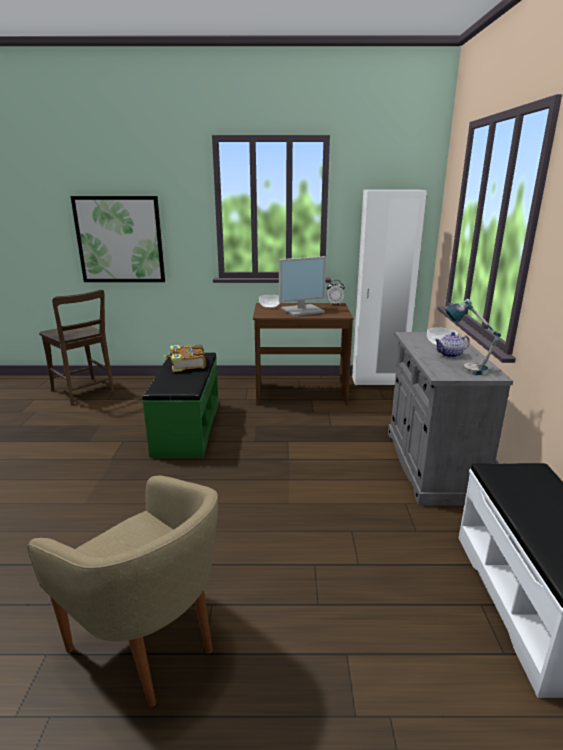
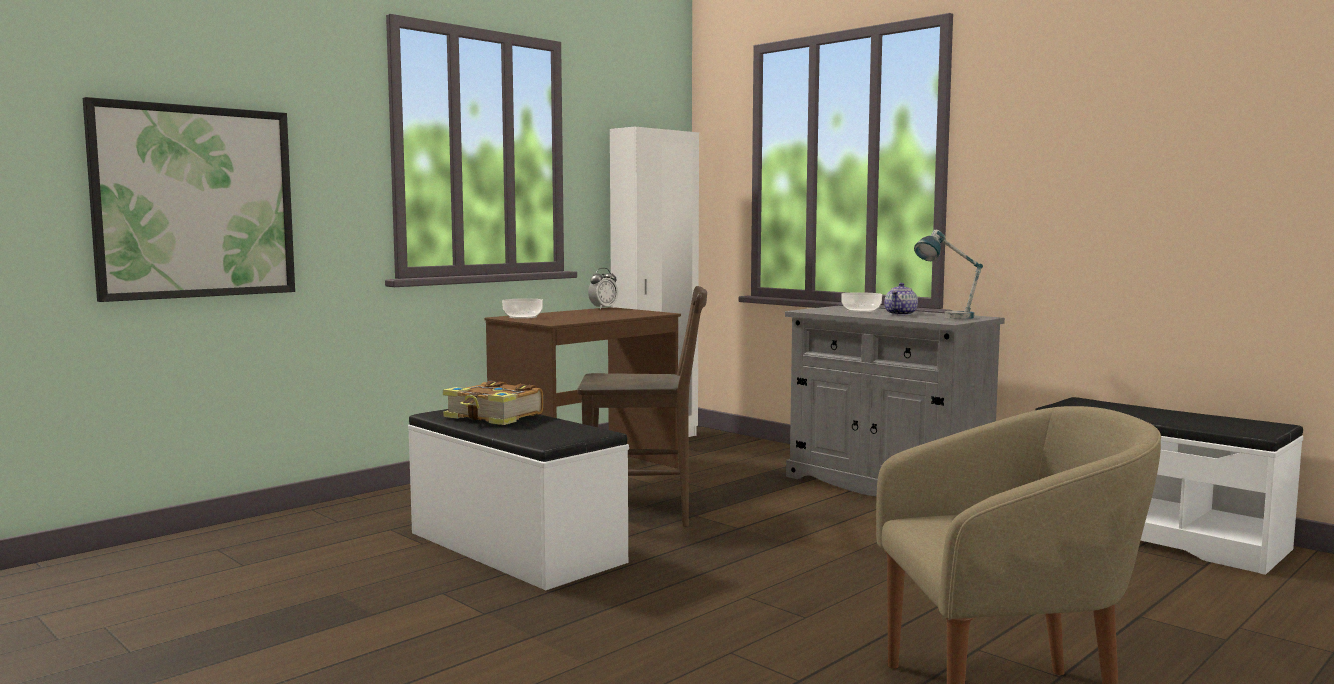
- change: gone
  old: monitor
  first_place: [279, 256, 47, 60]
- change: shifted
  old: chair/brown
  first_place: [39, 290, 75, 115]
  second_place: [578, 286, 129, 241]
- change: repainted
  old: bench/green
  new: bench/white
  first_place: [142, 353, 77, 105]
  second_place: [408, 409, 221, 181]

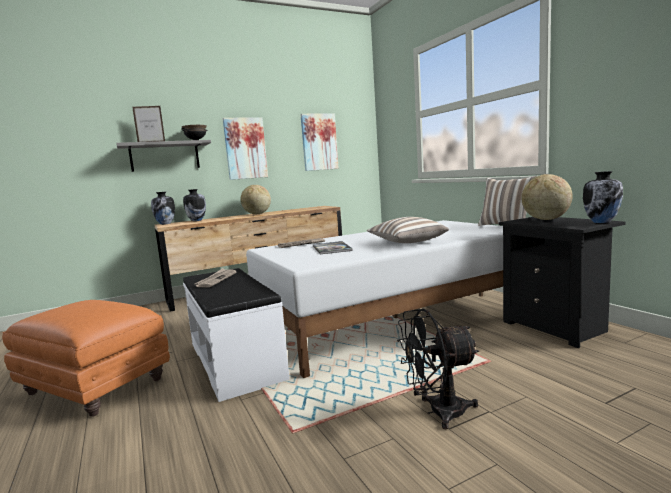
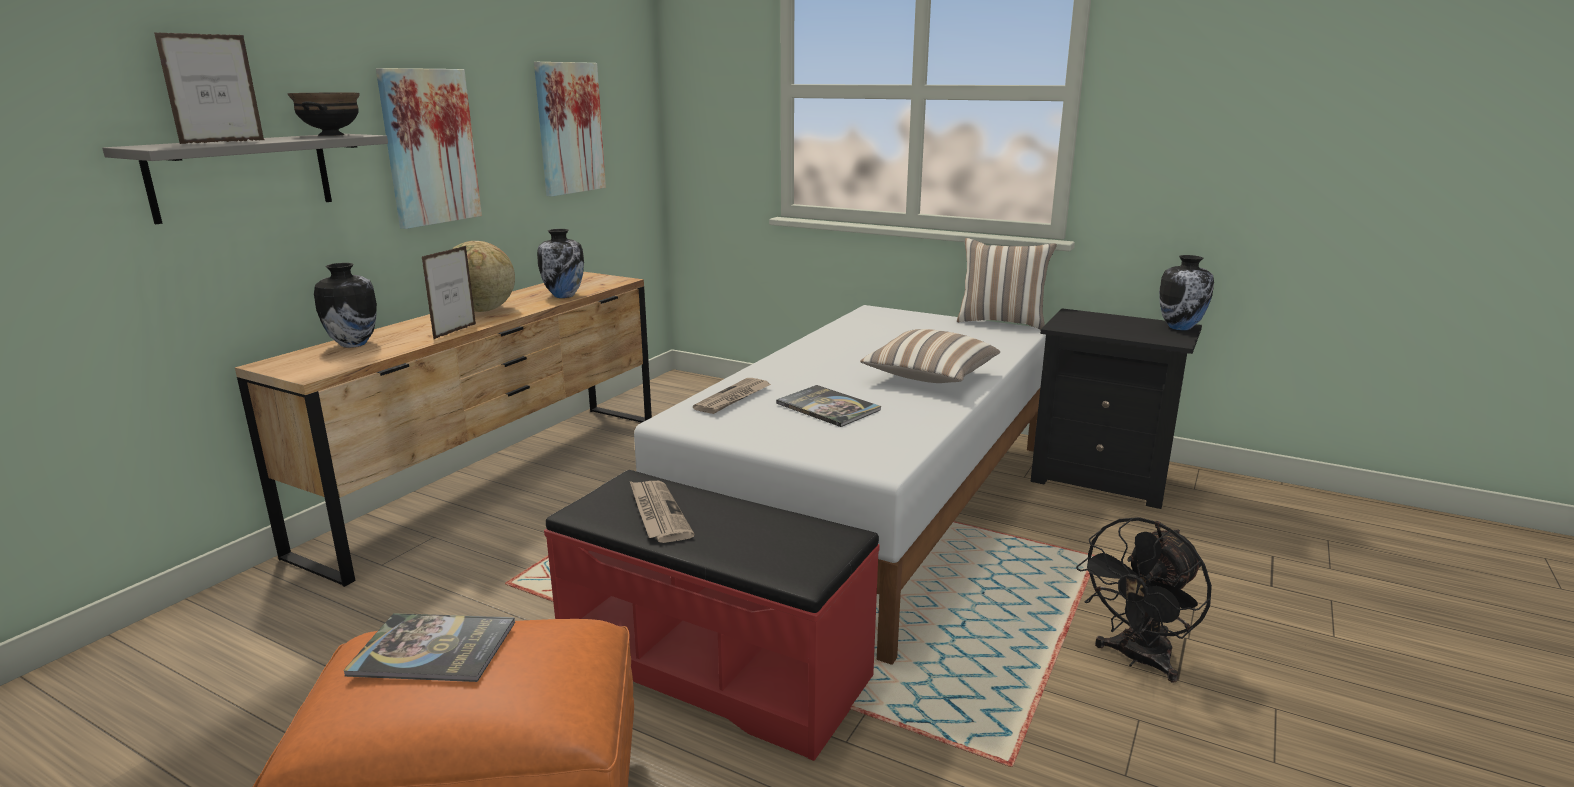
- change: gone
  old: globe
  first_place: [521, 174, 52, 46]
- change: shifted
  old: vase
  first_place: [151, 192, 24, 33]
  second_place: [537, 229, 47, 69]
- change: repainted
  old: bench/white
  new: bench/red
  first_place: [183, 268, 107, 134]
  second_place: [544, 470, 336, 291]
- change: new
  new: picture frame
  second_place: [422, 246, 54, 93]
- change: new
  new: book
  second_place: [343, 613, 172, 69]

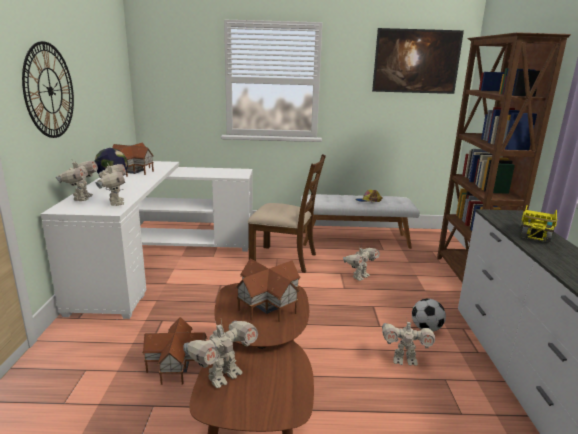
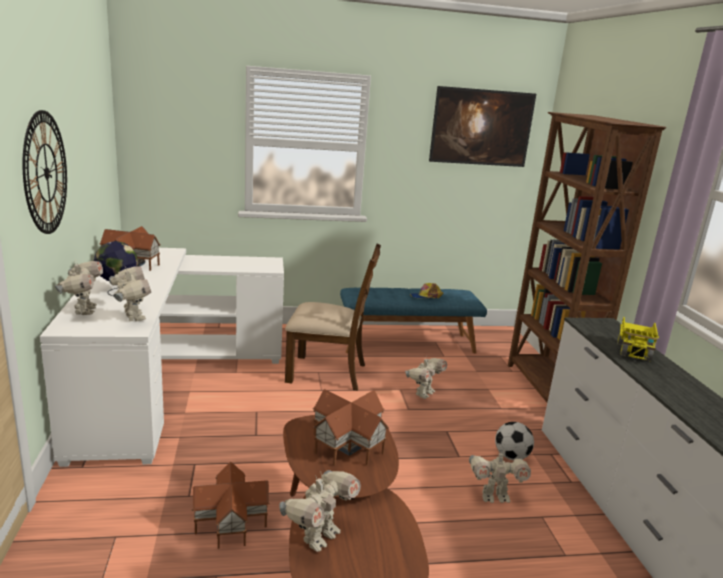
- change: repainted
  old: bench/white
  new: bench/blue
  first_place: [301, 194, 119, 55]
  second_place: [340, 287, 147, 67]

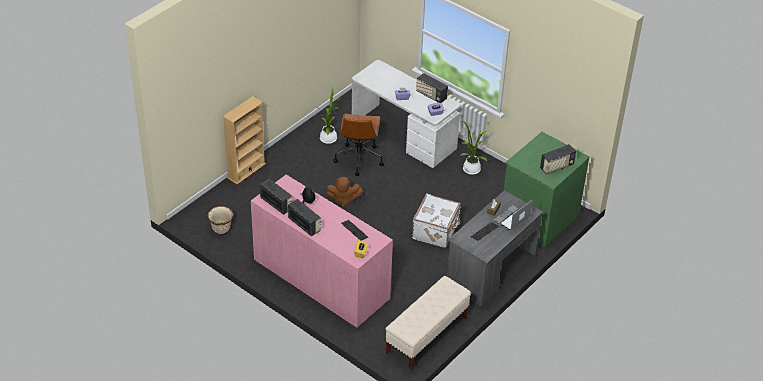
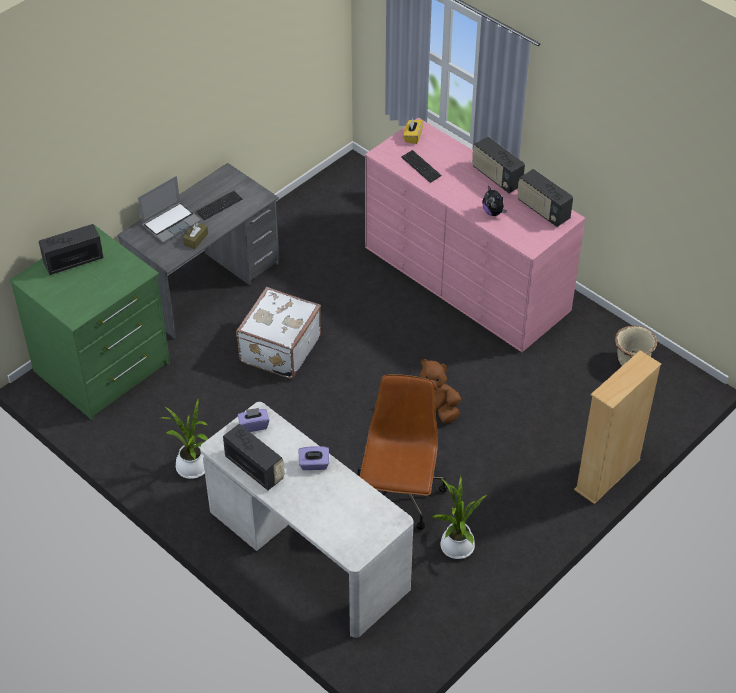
- change: gone
  old: bench/beige
  first_place: [385, 276, 86, 94]

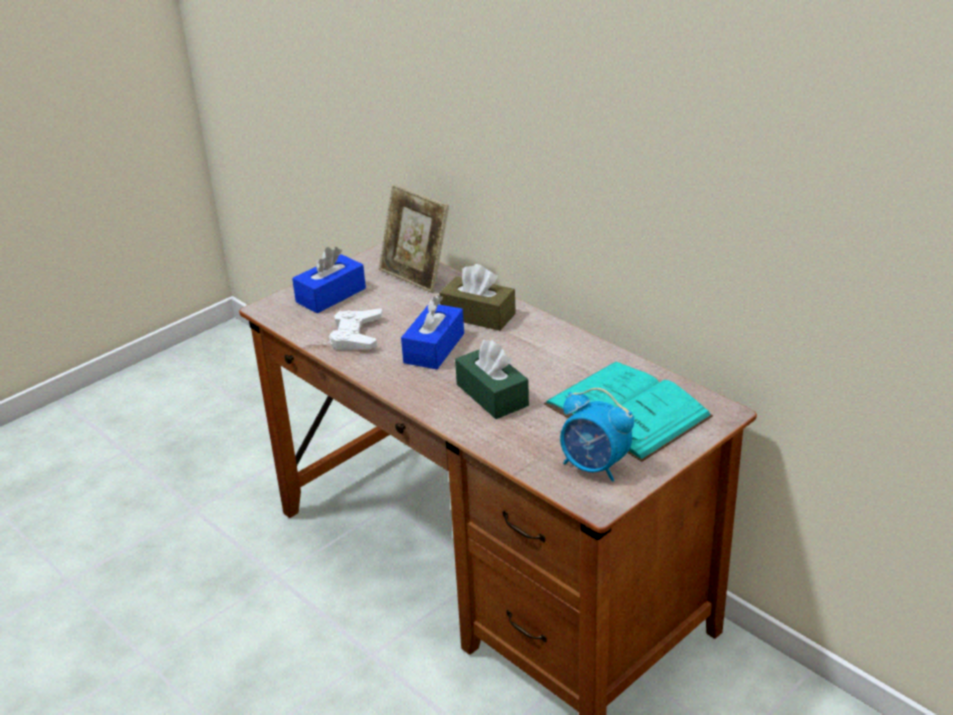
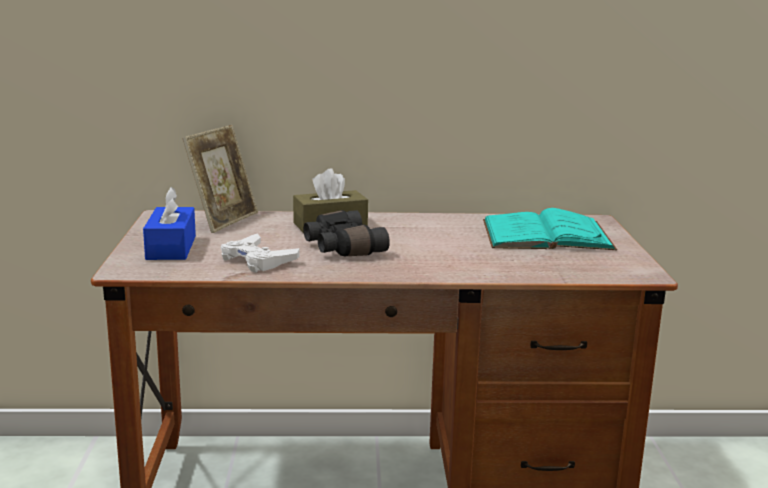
- change: rotated
  old: picture frame
  first_place: [379, 184, 70, 109]
  second_place: [182, 125, 76, 108]
  degrees: -60
- change: swapped
  old: tissue box/blue
  new: binoculars/black
  first_place: [401, 295, 63, 74]
  second_place: [303, 210, 87, 46]
- change: gone
  old: tissue box/green
  first_place: [455, 340, 74, 79]
- change: gone
  old: alarm clock
  first_place: [560, 388, 74, 93]

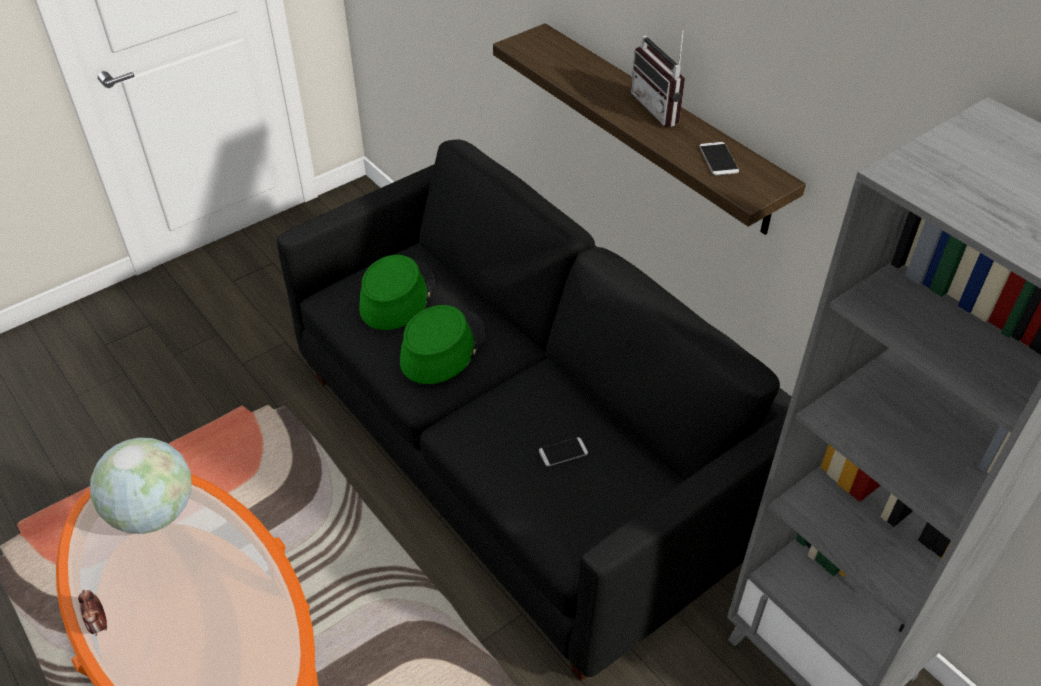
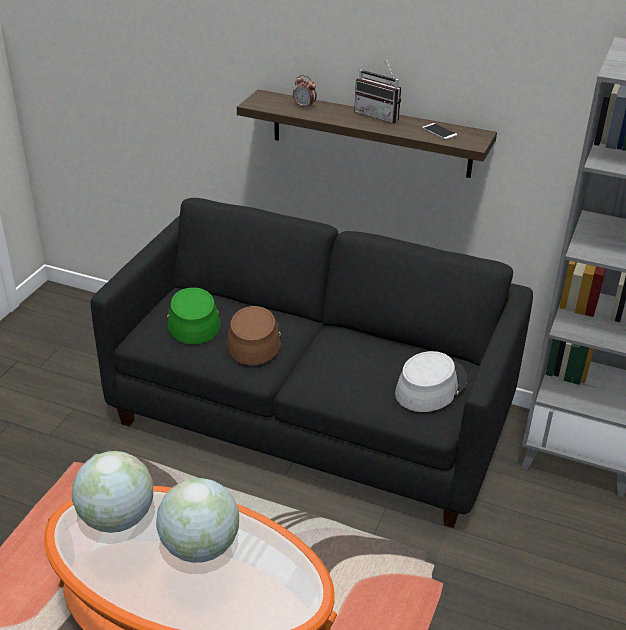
- change: repainted
  old: hat/green
  new: hat/brown
  first_place: [400, 305, 85, 79]
  second_place: [226, 306, 55, 59]
- change: gone
  old: phone
  first_place: [539, 437, 49, 29]
- change: shifted
  old: alarm clock
  first_place: [78, 590, 29, 46]
  second_place: [293, 75, 24, 35]
- change: new
  new: hat/grey
  second_place: [395, 351, 72, 61]
- change: new
  new: globe
  second_place: [156, 478, 83, 85]

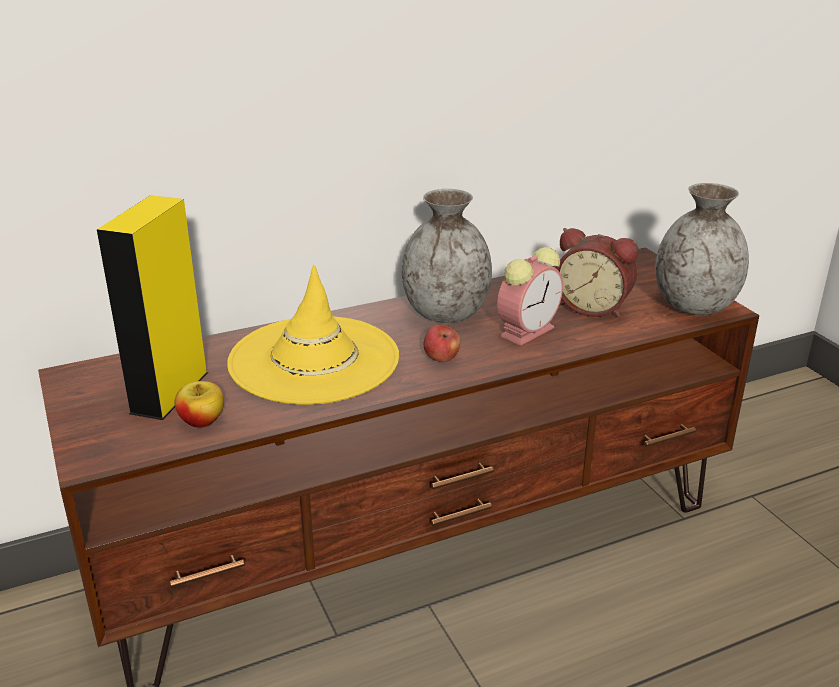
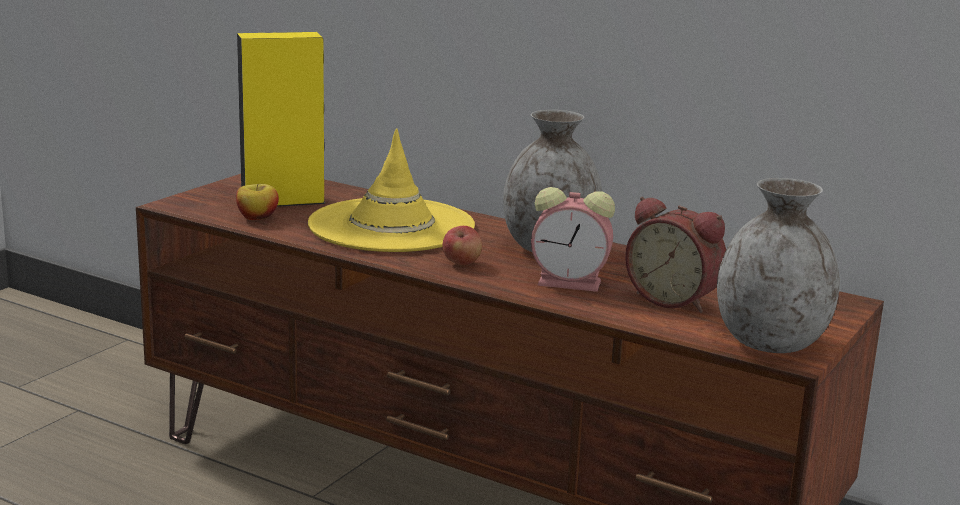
- change: rotated
  old: alarm clock
  first_place: [556, 228, 82, 90]
  second_place: [625, 197, 101, 116]
  degrees: -45

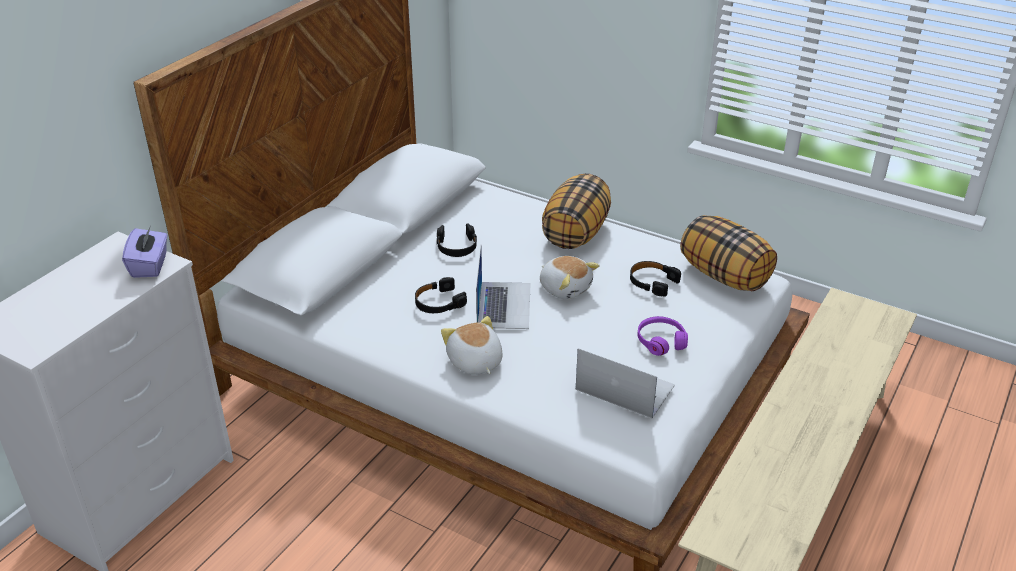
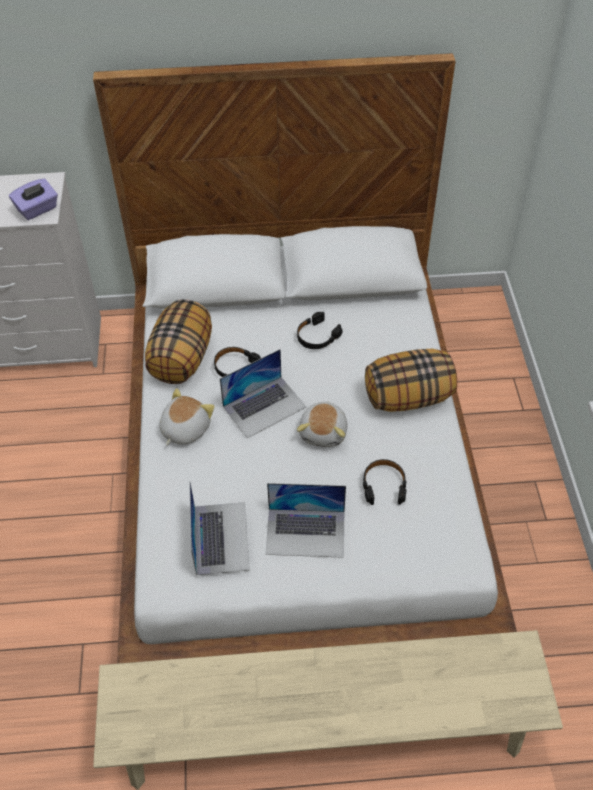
- change: shifted
  old: pillow
  first_place: [680, 215, 97, 76]
  second_place: [145, 299, 67, 85]
- change: swapped
  old: headphones/purple
  new: laptop
  first_place: [637, 316, 51, 40]
  second_place: [265, 483, 81, 75]

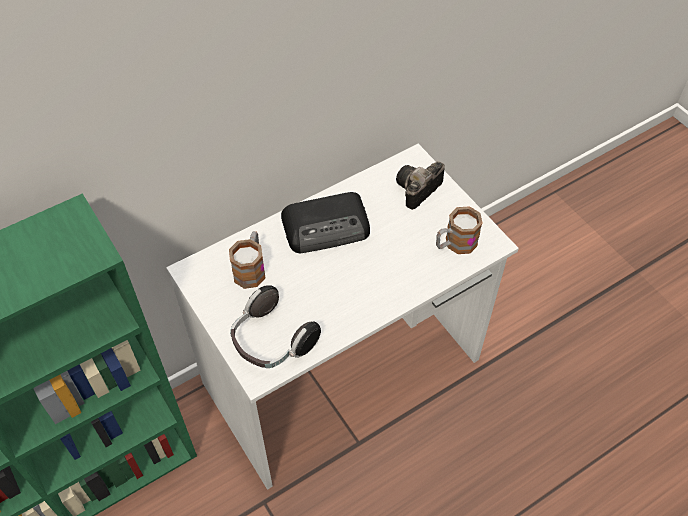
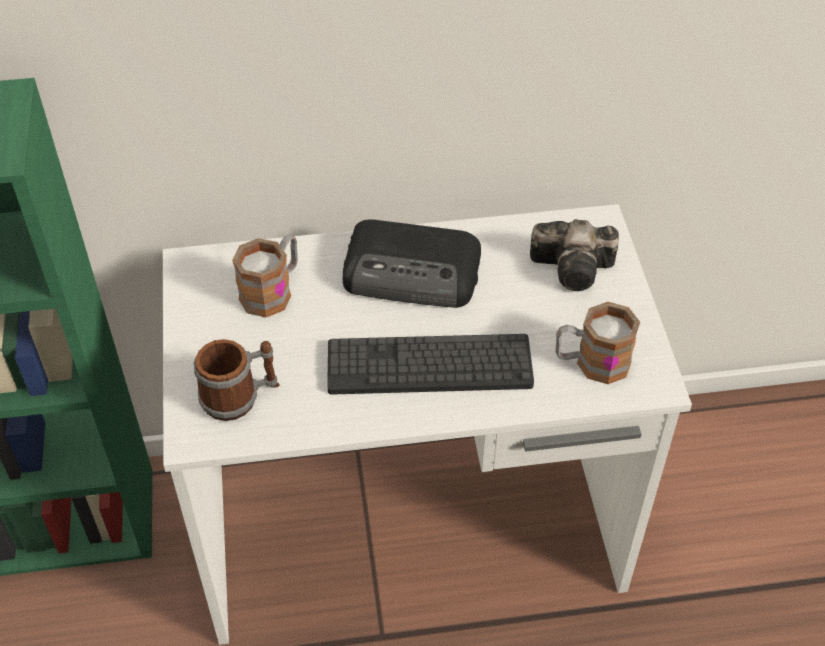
- change: rotated
  old: photo camera
  first_place: [396, 161, 49, 49]
  second_place: [530, 219, 89, 72]
  degrees: -150
- change: swapped
  old: headphones
  new: mug
  first_place: [230, 285, 91, 83]
  second_place: [194, 339, 86, 82]
- change: new
  new: keyboard
  second_place: [327, 334, 207, 61]

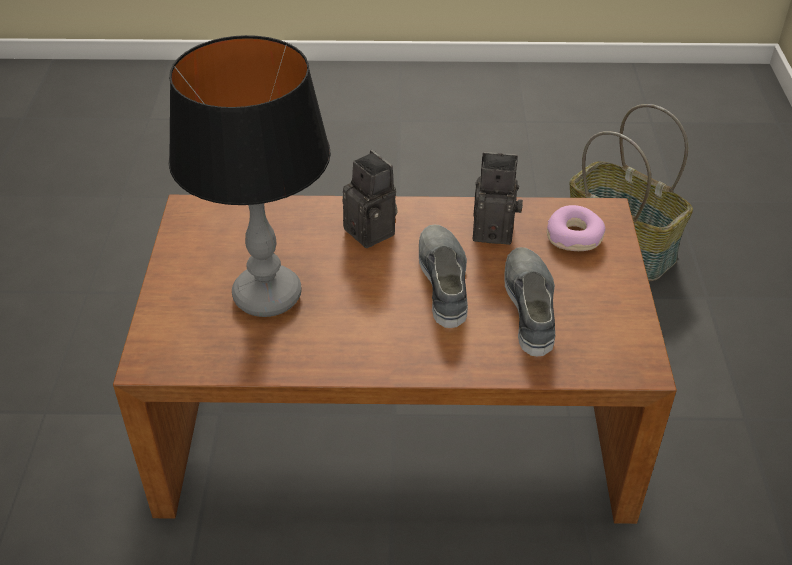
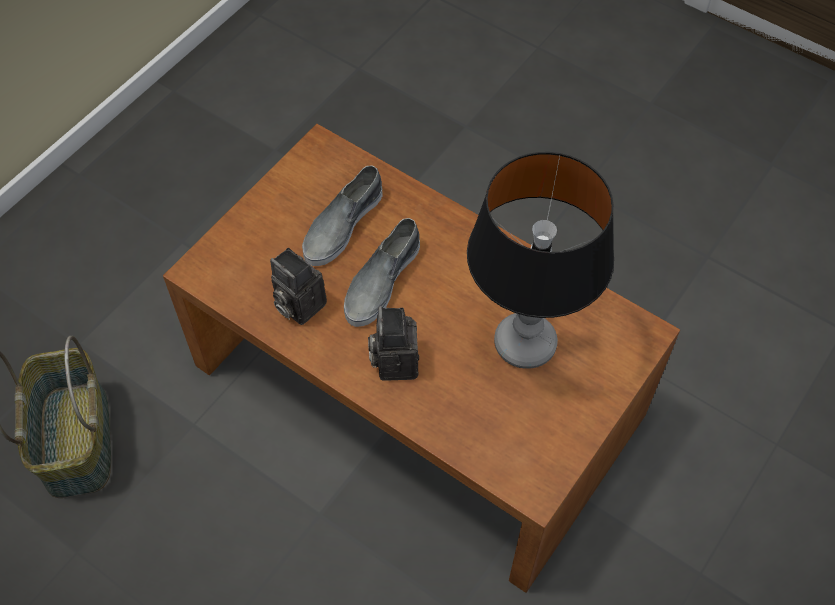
- change: gone
  old: donut
  first_place: [547, 205, 59, 46]

